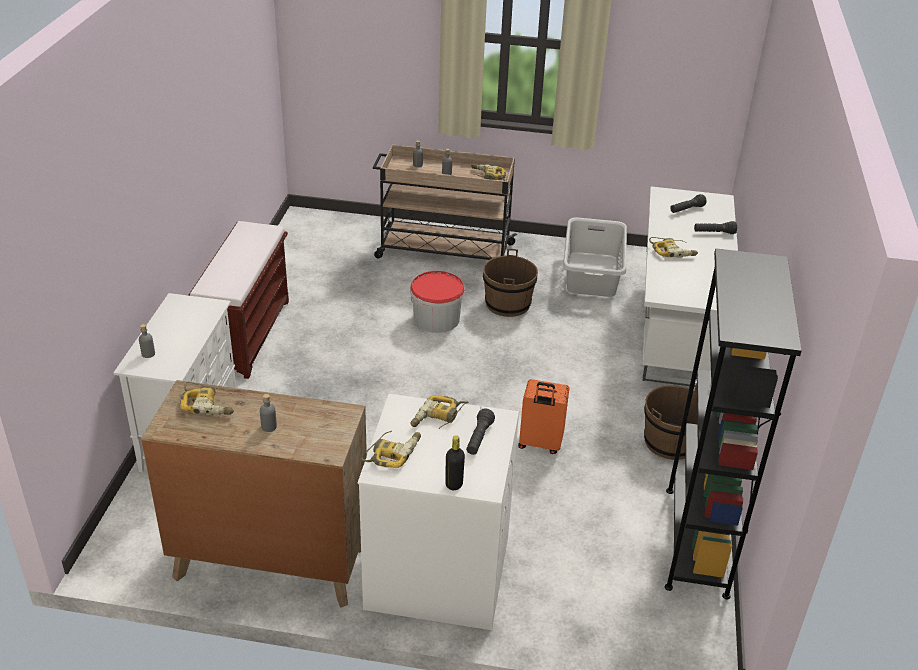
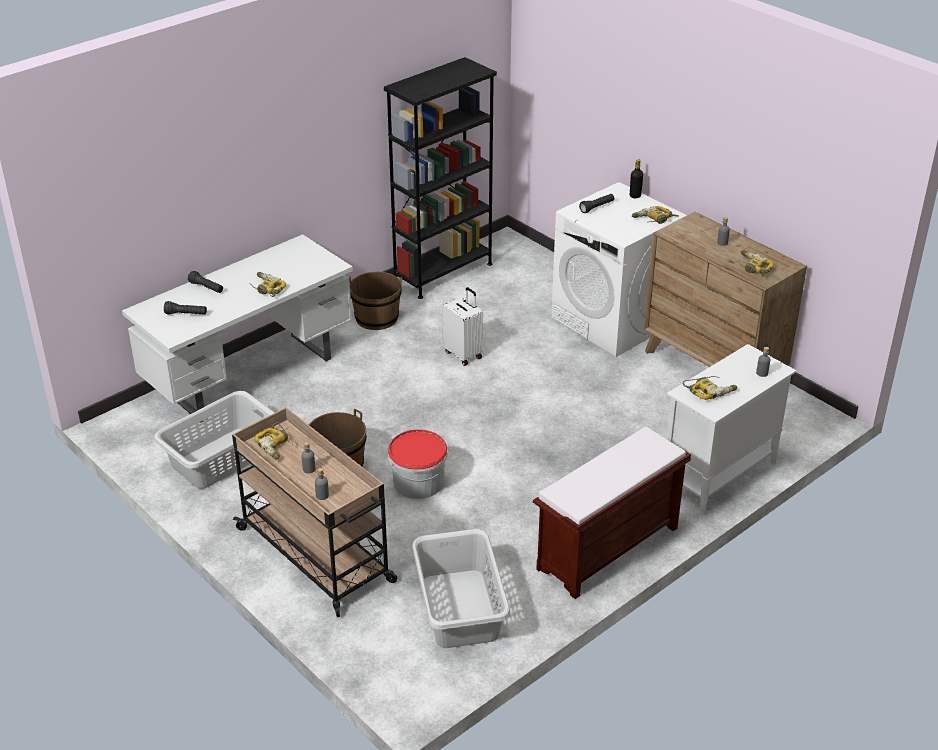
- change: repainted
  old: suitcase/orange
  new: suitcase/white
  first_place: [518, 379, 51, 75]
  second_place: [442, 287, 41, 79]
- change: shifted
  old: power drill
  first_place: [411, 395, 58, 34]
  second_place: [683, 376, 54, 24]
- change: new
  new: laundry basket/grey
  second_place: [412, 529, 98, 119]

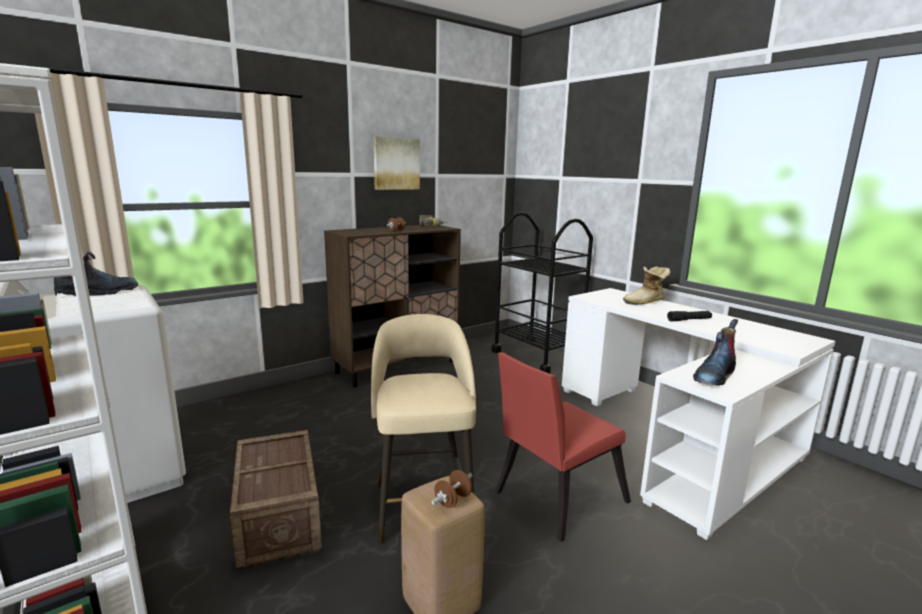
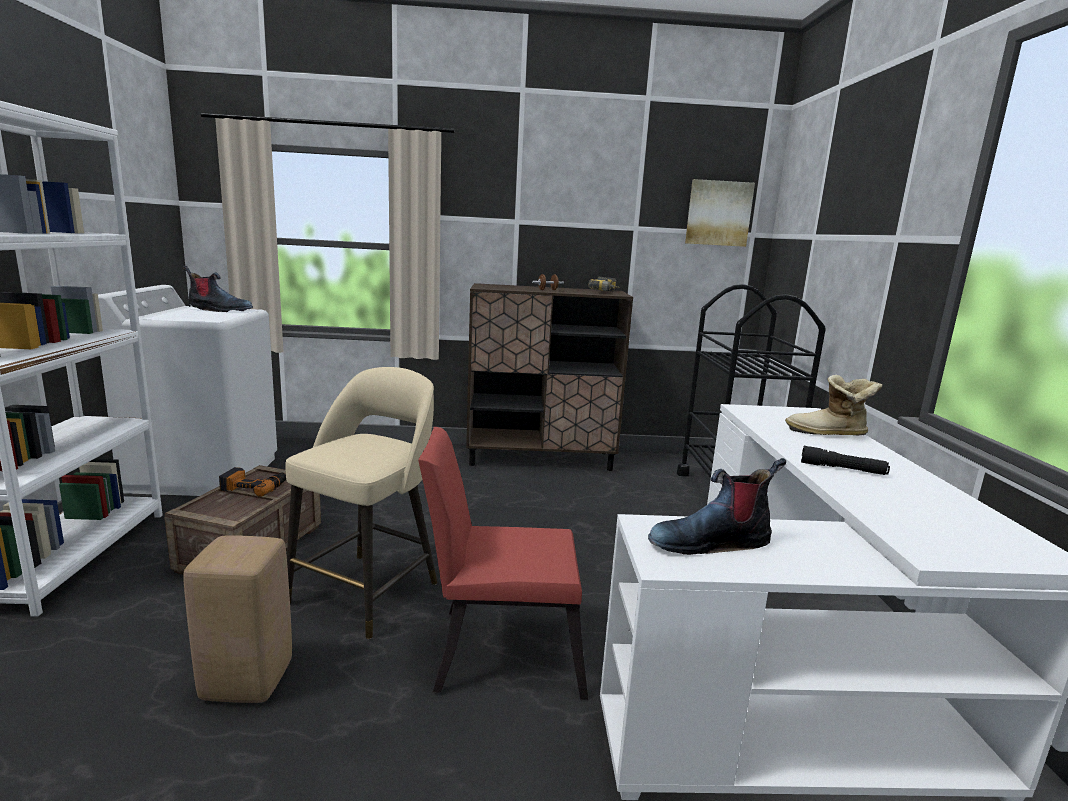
- change: shifted
  old: picture
  first_place: [373, 136, 47, 54]
  second_place: [685, 179, 70, 68]
- change: gone
  old: dumbbell/brown
  first_place: [431, 470, 42, 38]
- change: new
  new: power drill
  second_place: [219, 467, 67, 30]

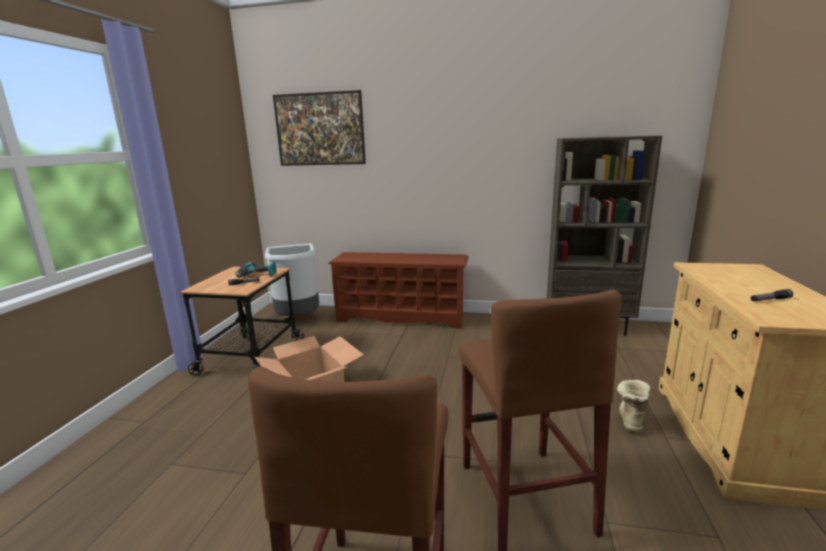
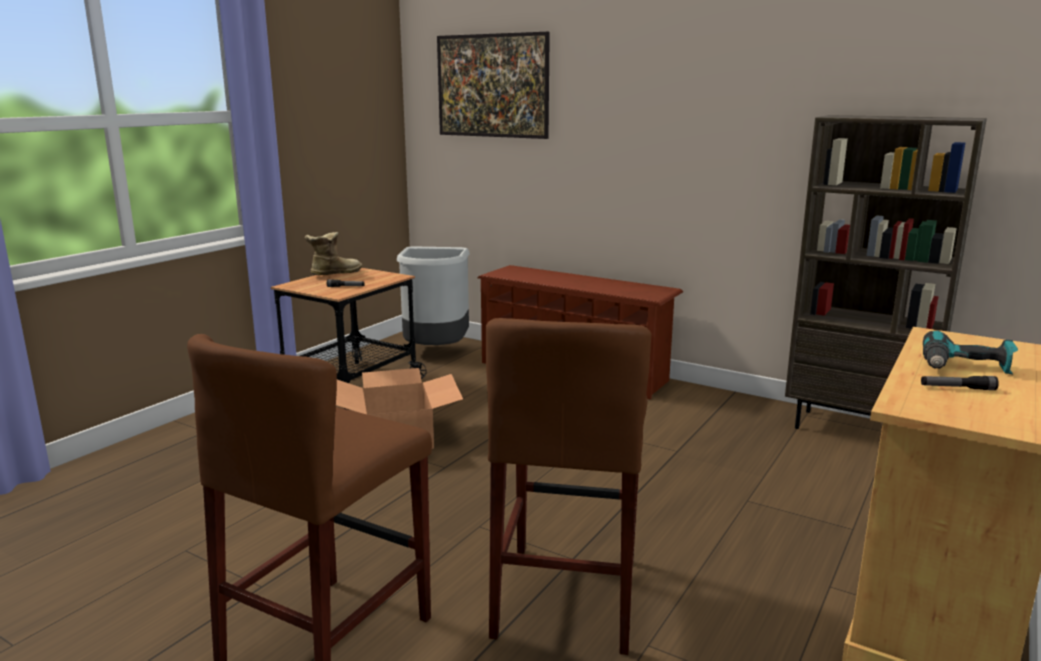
- change: shifted
  old: power drill
  first_place: [235, 262, 42, 16]
  second_place: [923, 331, 95, 43]
- change: shifted
  old: boot
  first_place: [617, 380, 33, 53]
  second_place: [304, 232, 58, 43]

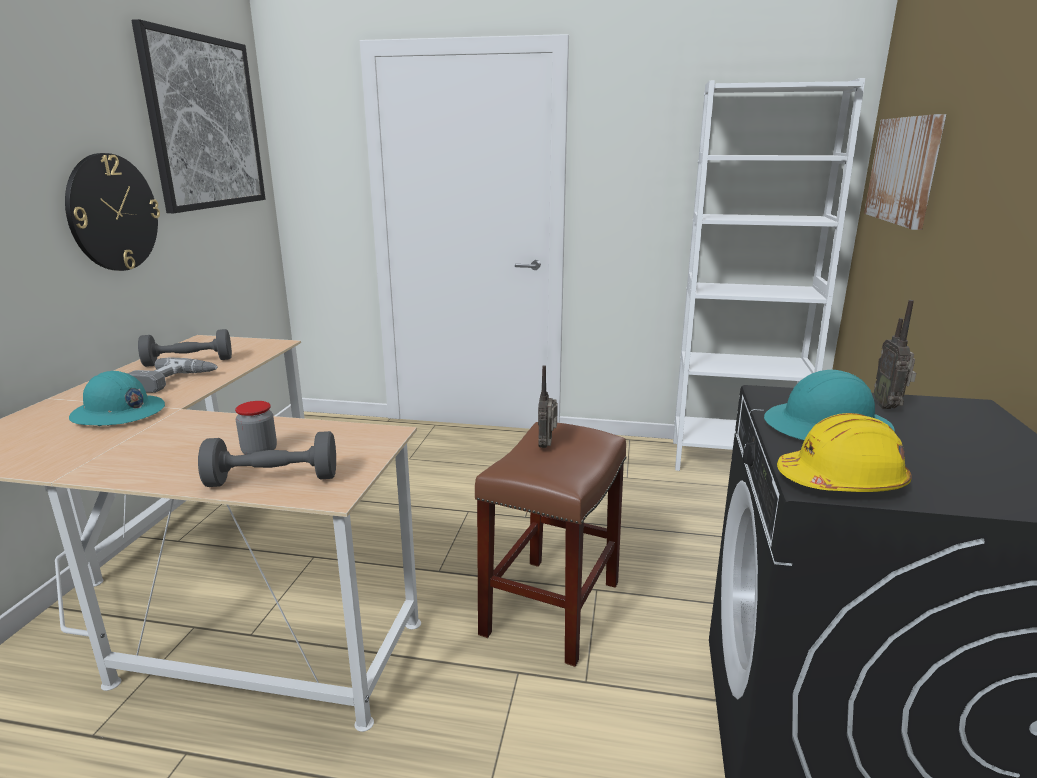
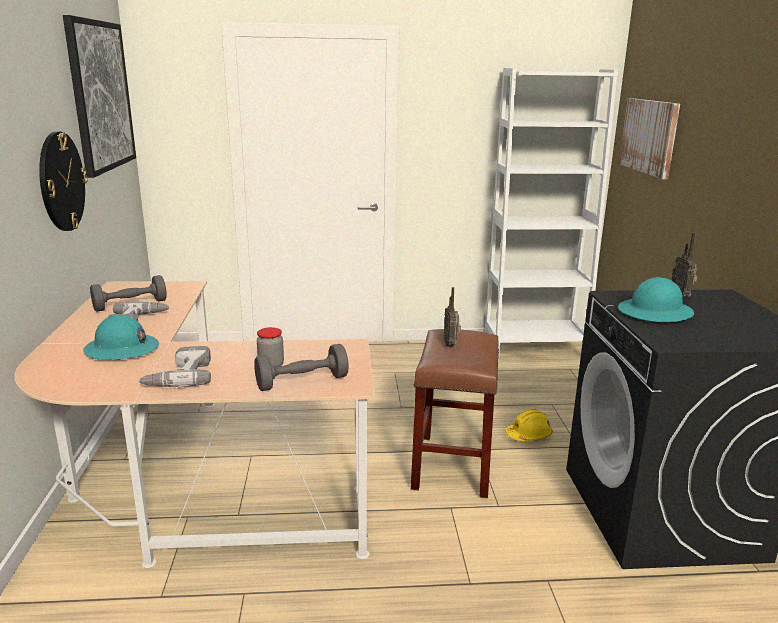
- change: shifted
  old: hard hat/yellow
  first_place: [777, 413, 135, 79]
  second_place: [506, 409, 47, 32]
- change: new
  new: power drill
  second_place: [138, 346, 73, 41]

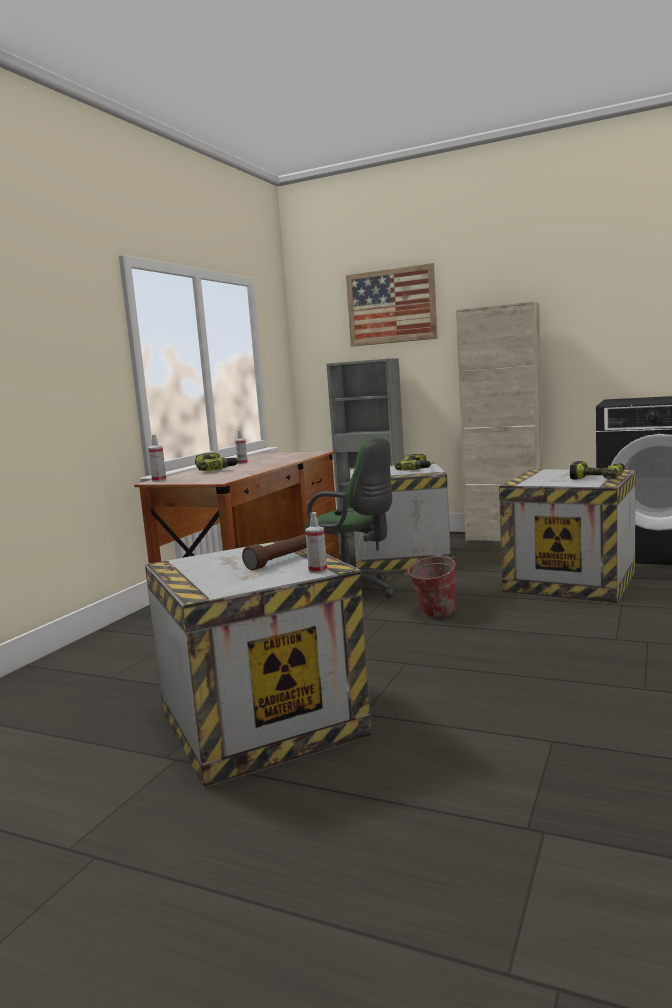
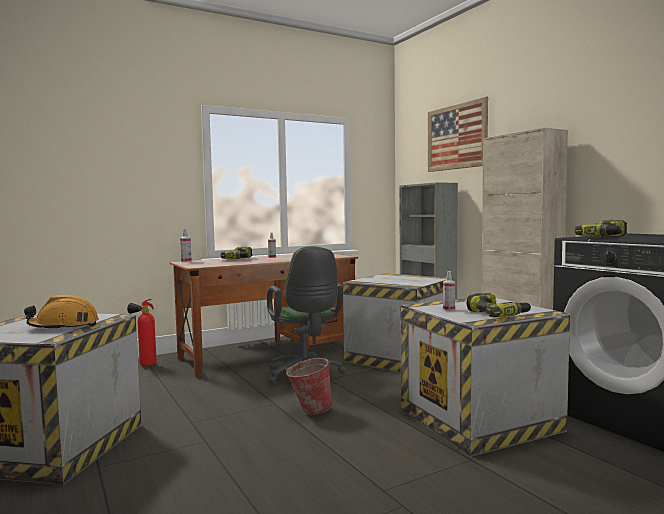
- change: shifted
  old: power drill
  first_place: [395, 454, 37, 16]
  second_place: [574, 220, 53, 17]
- change: shifted
  old: spray bottle
  first_place: [305, 512, 22, 61]
  second_place: [443, 271, 12, 40]
- change: swapped
  old: flashlight/brown
  new: hard hat/orange
  first_place: [242, 534, 65, 36]
  second_place: [24, 295, 75, 35]
- change: new
  new: fire extinguisher
  second_place: [127, 299, 30, 67]

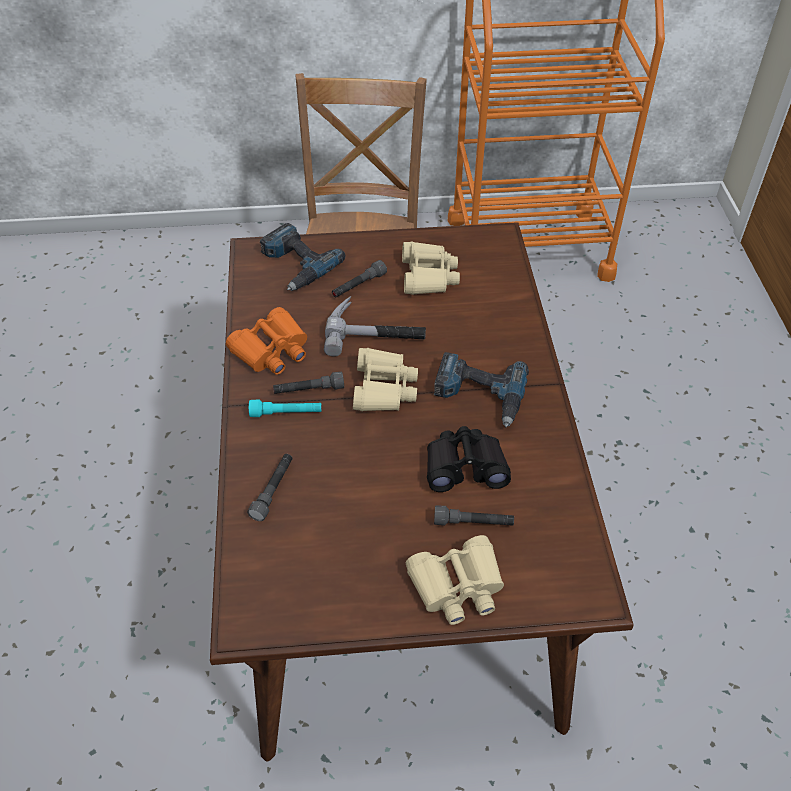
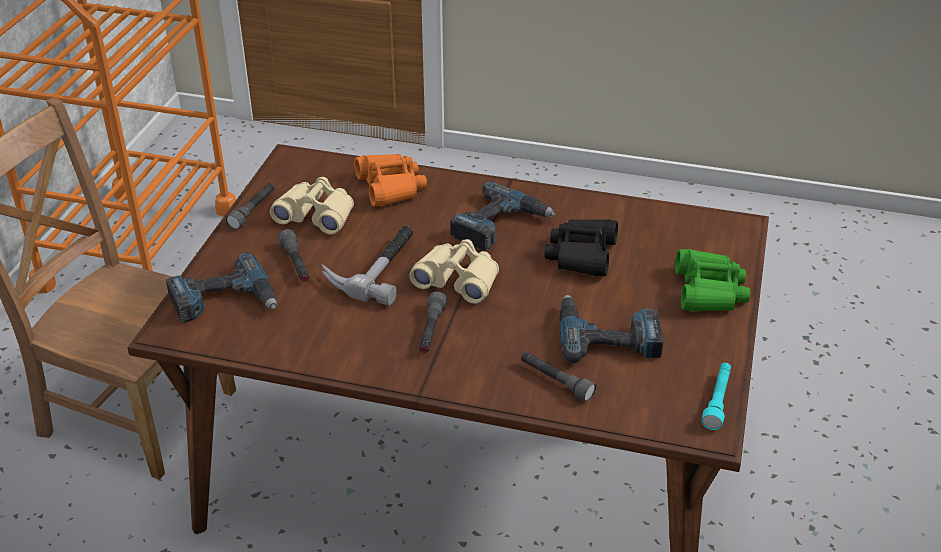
- change: shifted
  old: binoculars/orange
  first_place: [226, 307, 81, 68]
  second_place: [354, 154, 73, 53]
- change: shifted
  old: flashlight/turquoise
  first_place: [249, 399, 73, 18]
  second_place: [702, 363, 29, 67]
- change: shifted
  old: flashlight/grey
  first_place: [434, 506, 80, 20]
  second_place: [226, 183, 49, 47]
- change: repainted
  old: binoculars/beige
  new: binoculars/green
  first_place: [406, 535, 98, 90]
  second_place: [675, 249, 75, 63]
- change: new
  new: power drill
  second_place: [559, 295, 105, 68]

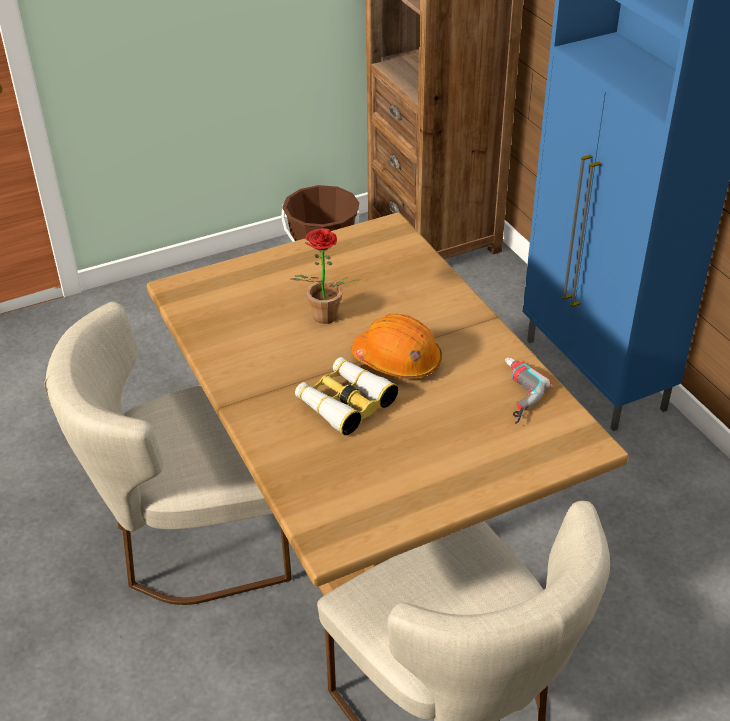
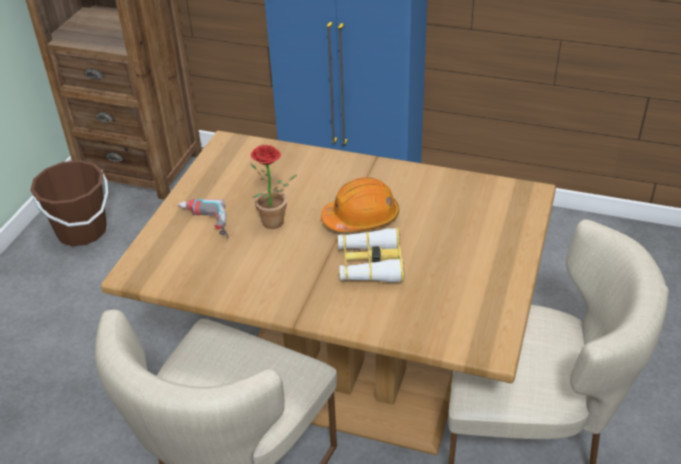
- change: shifted
  old: power drill
  first_place: [505, 358, 46, 66]
  second_place: [178, 199, 51, 40]

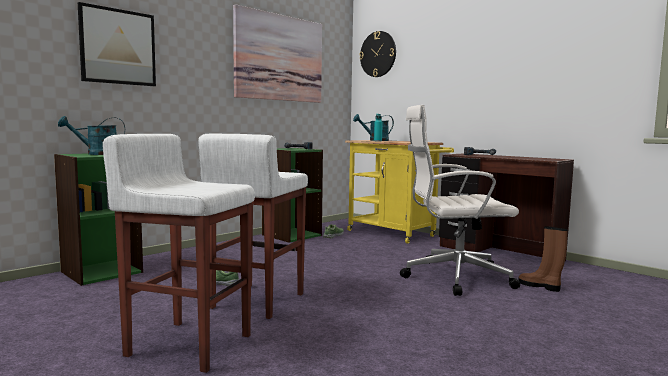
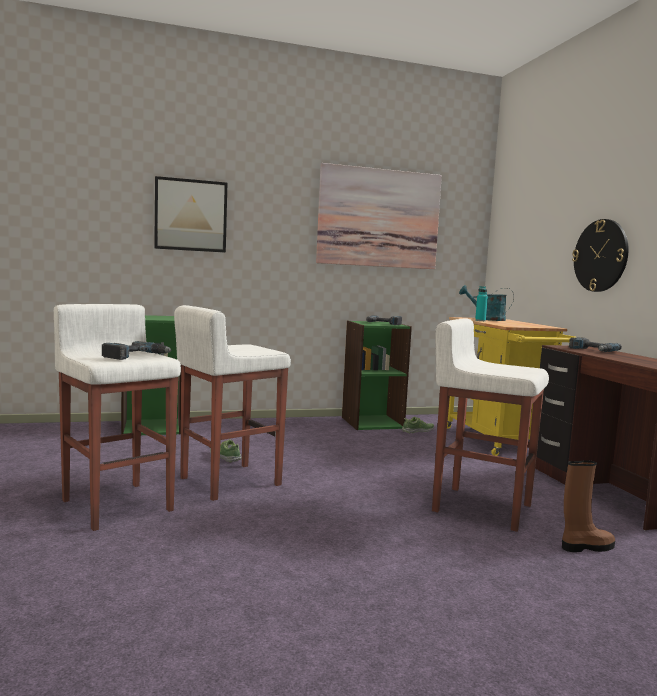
- change: shifted
  old: wall clock
  first_place: [359, 31, 37, 46]
  second_place: [572, 219, 57, 73]
- change: swapped
  old: office chair/white
  new: stool/white
  first_place: [400, 105, 120, 191]
  second_place: [432, 318, 117, 214]
- change: gone
  old: watering can/turquoise
  first_place: [58, 116, 67, 39]
- change: rotated
  old: boot/brown
  first_place: [518, 226, 49, 66]
  second_place: [562, 460, 53, 92]
  degrees: 90
- change: new
  new: power drill
  second_place: [102, 341, 69, 19]

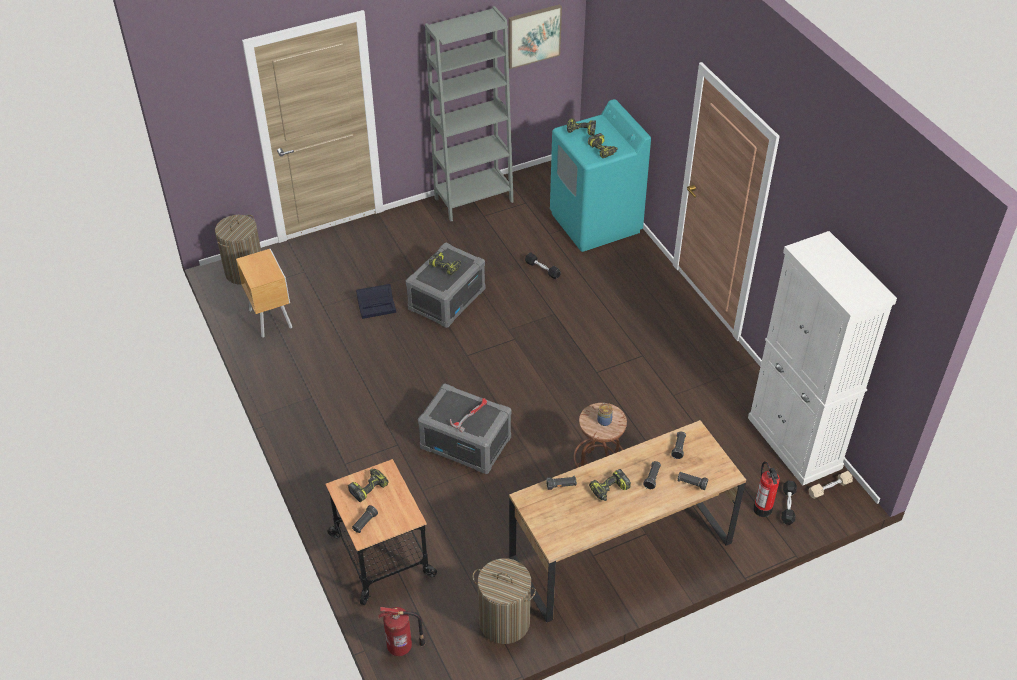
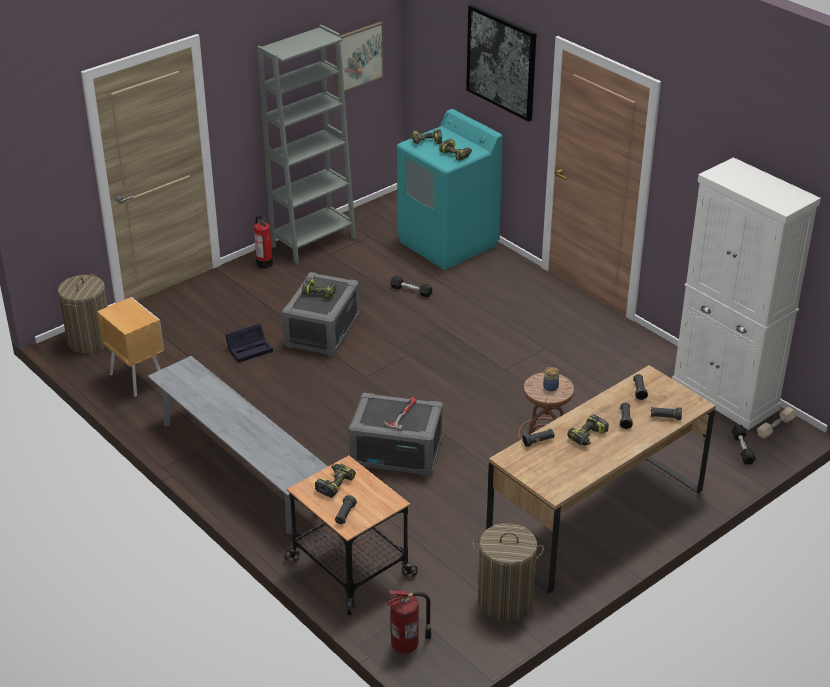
- change: shifted
  old: fire extinguisher
  first_place: [753, 461, 27, 56]
  second_place: [254, 216, 19, 53]
- change: new
  new: picture
  second_place: [466, 4, 71, 118]
- change: new
  new: bench/grey
  second_place: [148, 356, 180, 178]

